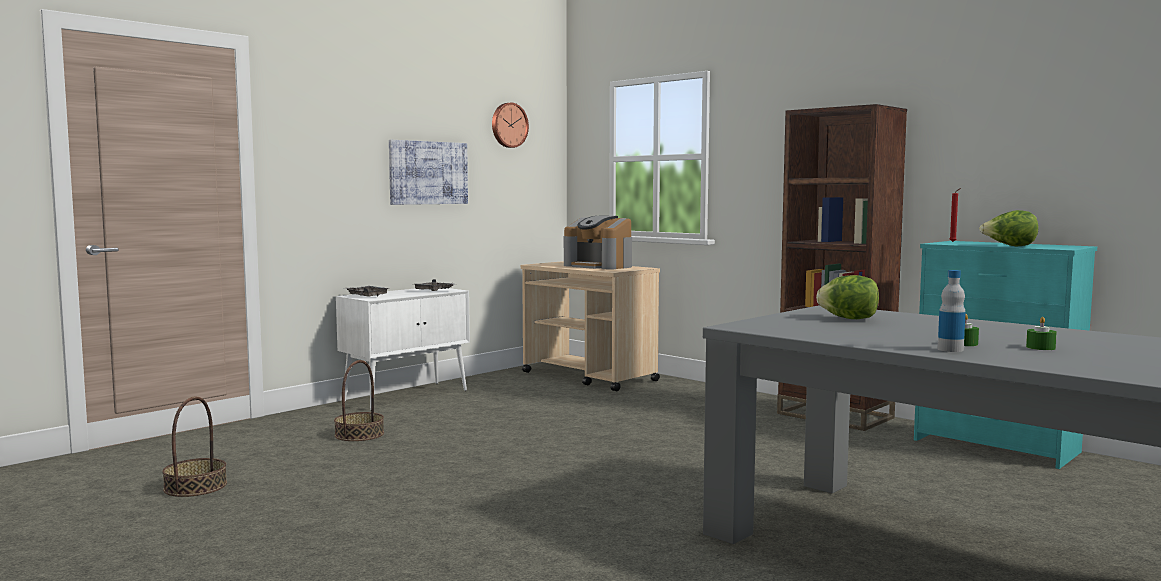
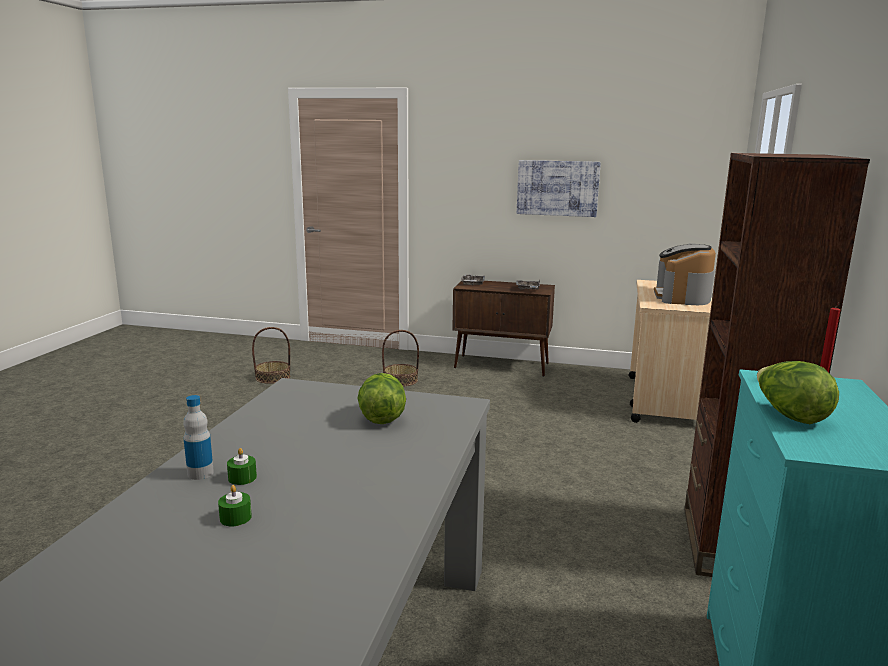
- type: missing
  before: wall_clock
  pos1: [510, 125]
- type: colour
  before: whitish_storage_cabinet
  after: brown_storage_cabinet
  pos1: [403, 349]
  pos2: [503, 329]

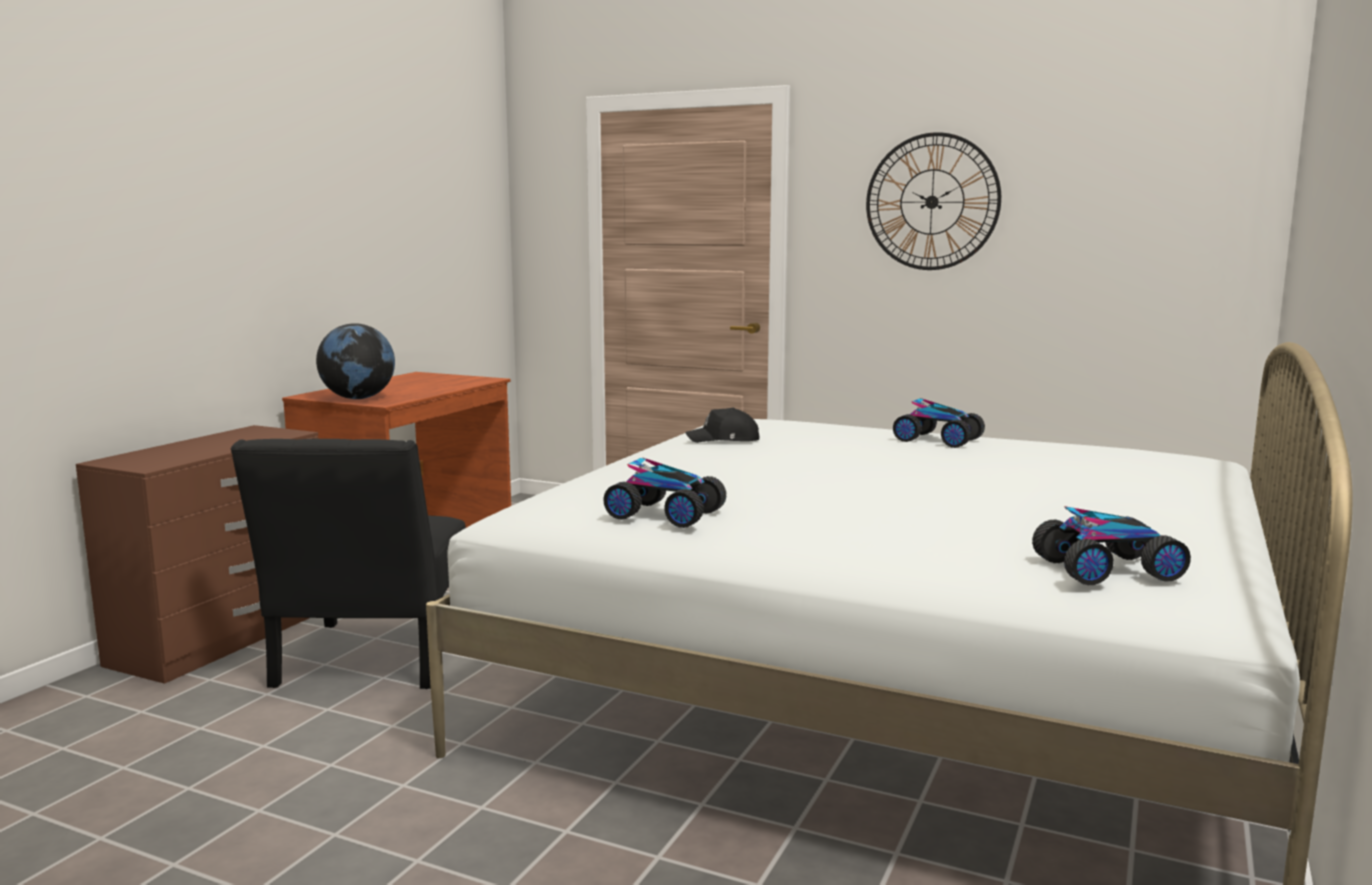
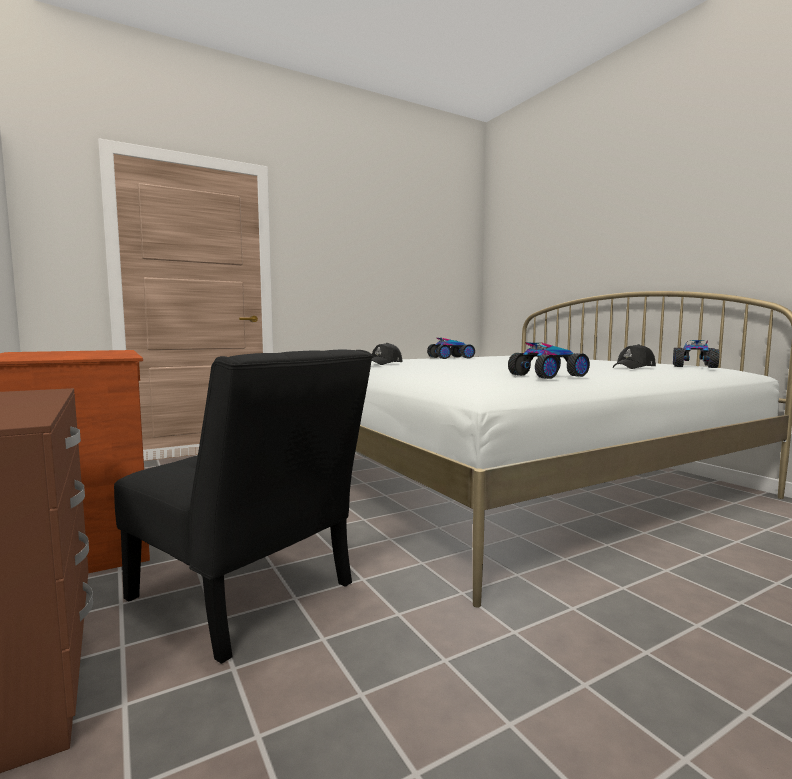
- type: missing
  before: world_globe
  pos1: [355, 361]
- type: missing
  before: wall_clock
  pos1: [933, 201]
- type: appeared
  after: blackish_baseball_cap
  pos2: [634, 356]

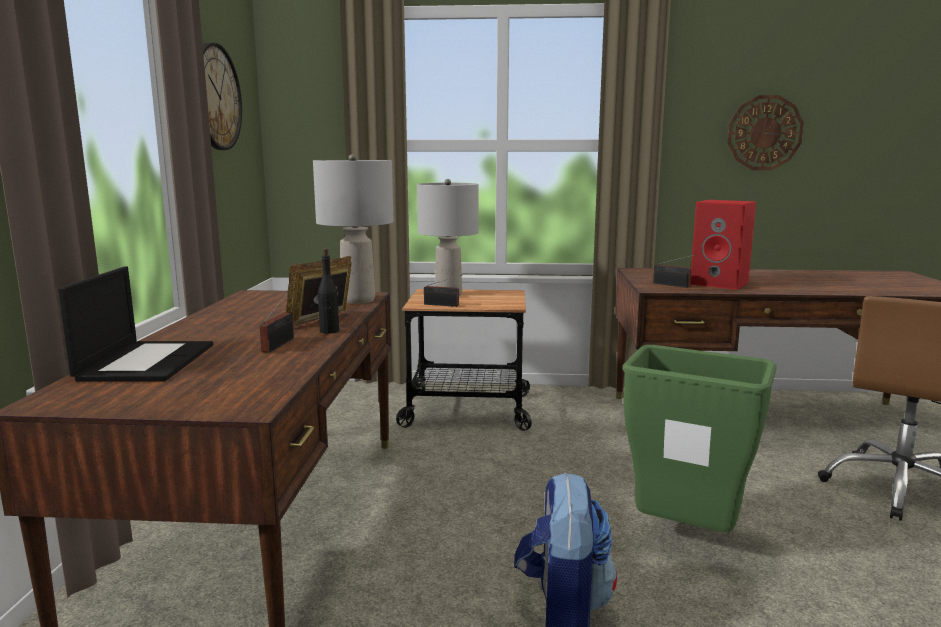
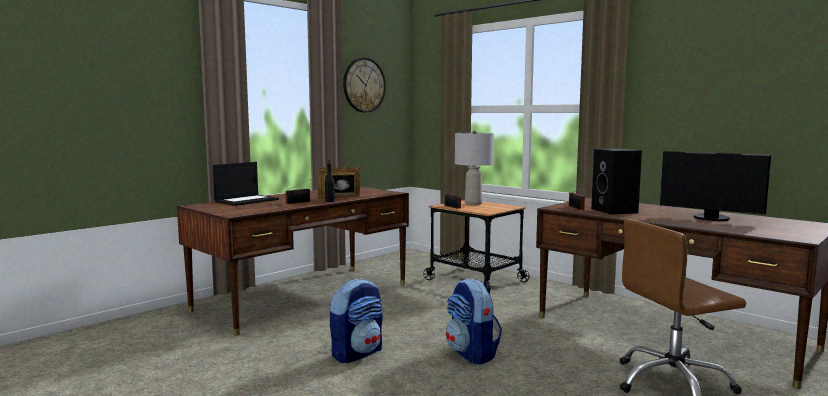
- type: missing
  before: grey_lamp_for_a_table
  pos1: [353, 229]
- type: missing
  before: wall_clock
  pos1: [765, 132]
- type: appeared
  after: computer_screen
  pos2: [715, 186]
- type: exchanged
  before: green-coloured_rubbish_bin
  after: backpack
  pos1: [699, 438]
  pos2: [474, 321]
- type: colour
  before: red_audio_speaker
  after: blackish_audio_speaker
  pos1: [723, 245]
  pos2: [616, 181]

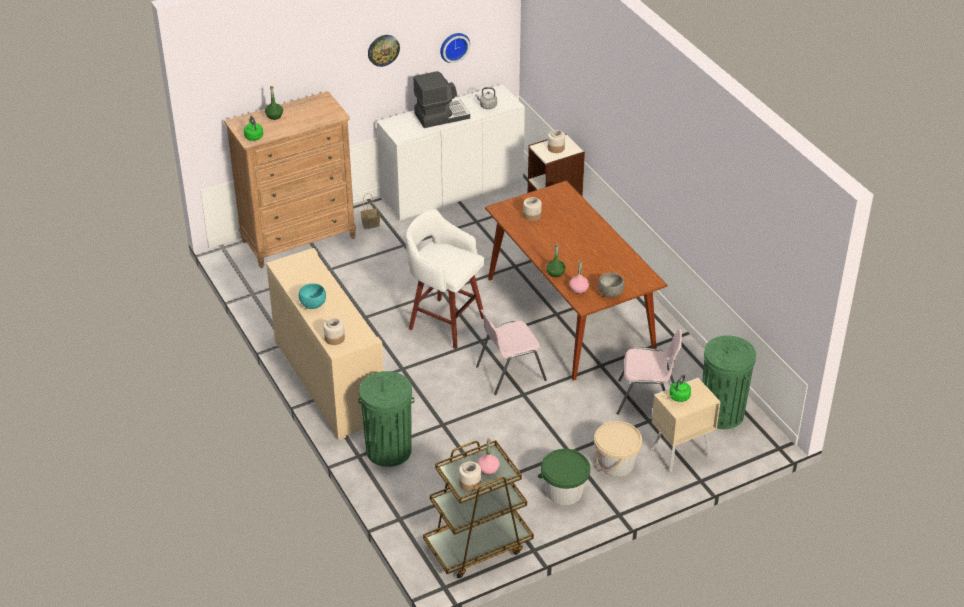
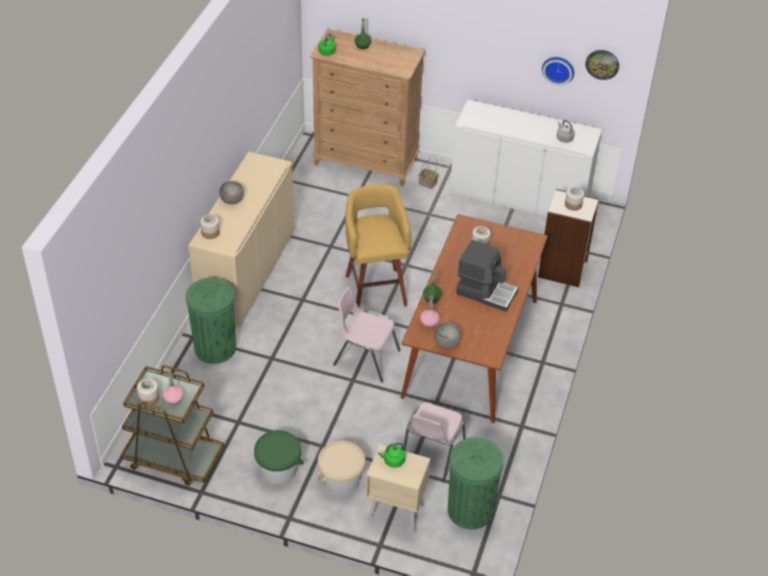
- type: relocated
  before: wall_clock
  pos1: [384, 51]
  pos2: [602, 65]
- type: relocated
  before: coffee_brewer
  pos1: [441, 99]
  pos2: [487, 276]
- type: colour
  before: blue-green_bowl
  after: grey_bowl
  pos1: [312, 296]
  pos2: [231, 192]
- type: colour
  before: whitish_stool
  after: yellow-coloured_stool
  pos1: [445, 279]
  pos2: [378, 245]
- type: spun
  before: pinkish_upright_chair
  pos1: [649, 372]
  pos2: [434, 442]
  turn: 60

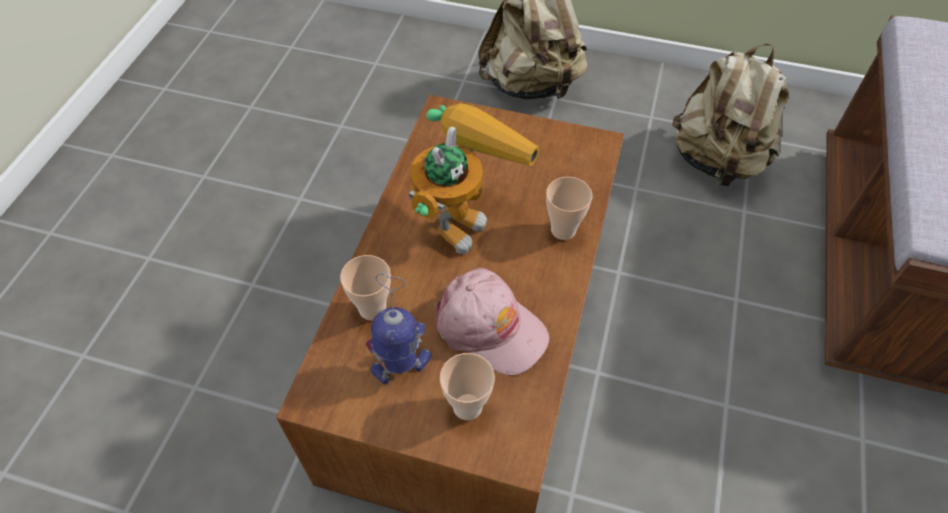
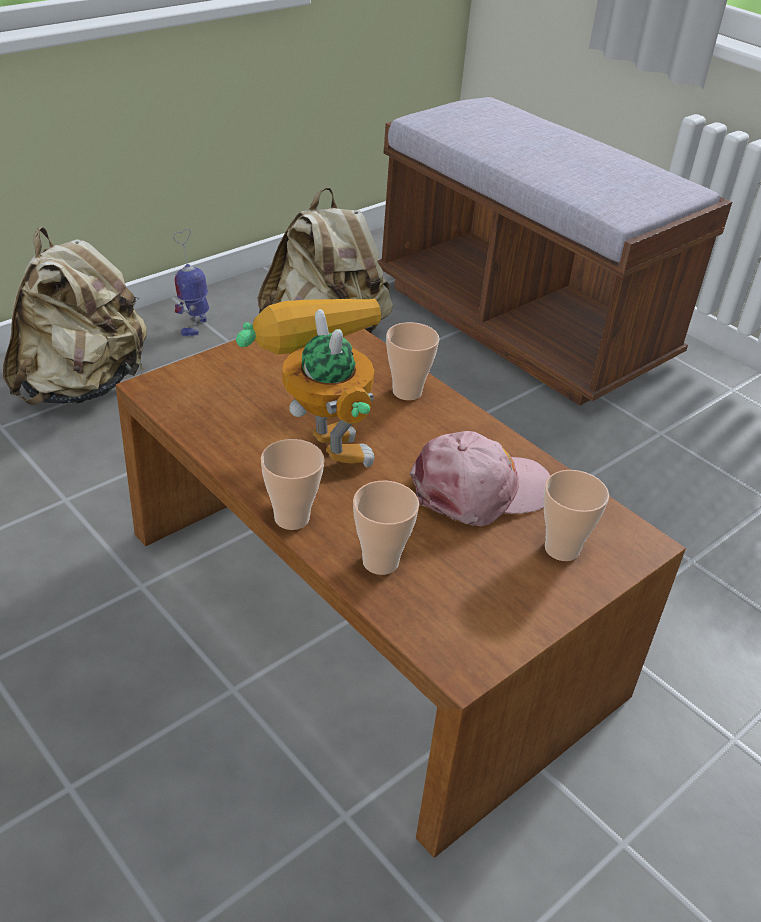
- type: appeared
  after: cup
  pos2: [293, 484]
- type: relocated
  before: model_robot
  pos1: [399, 329]
  pos2: [191, 282]

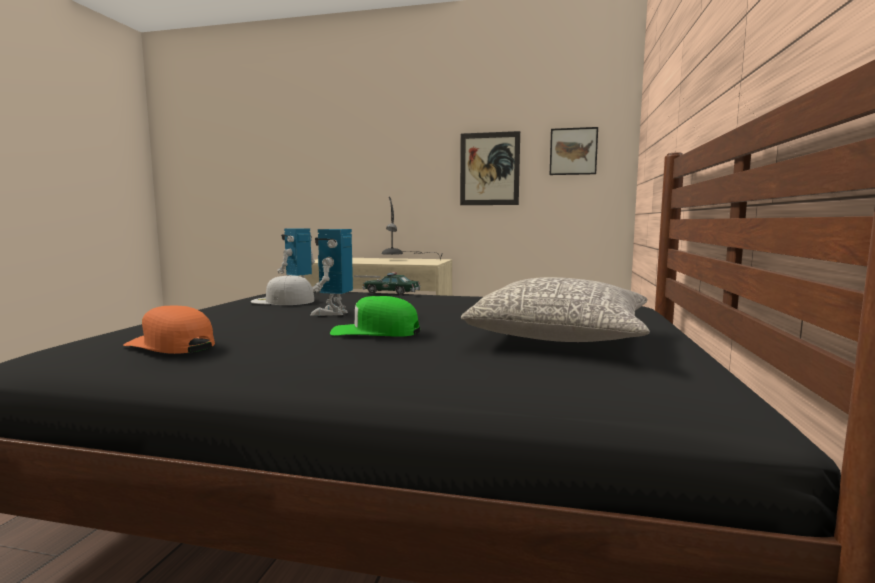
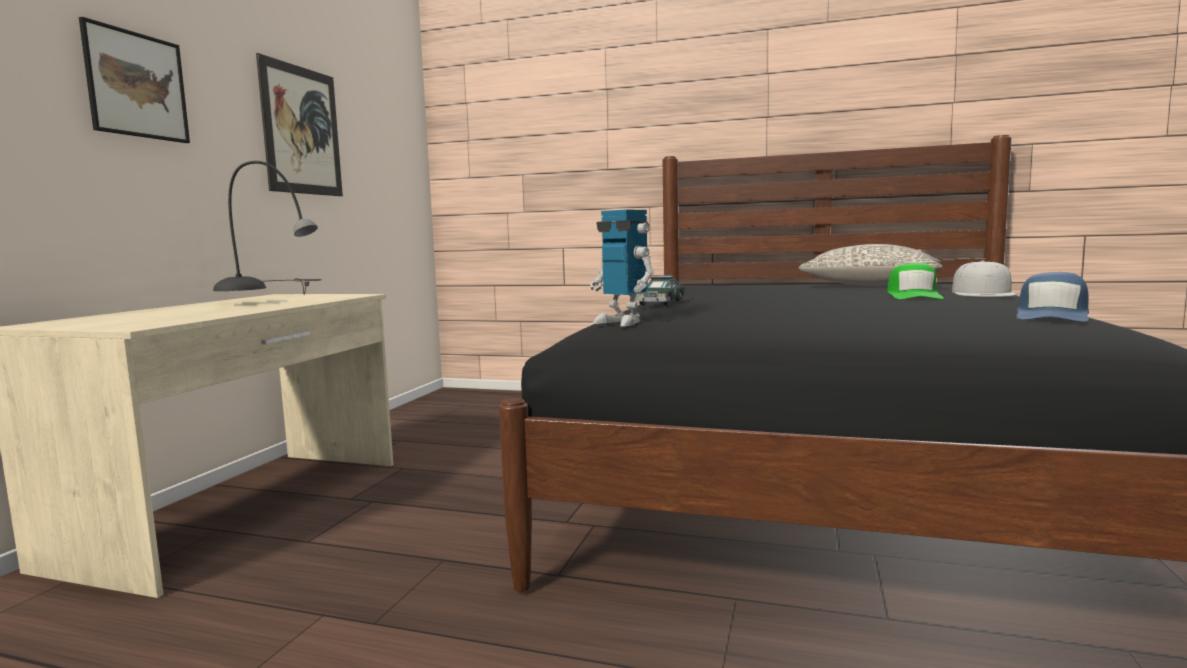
- type: missing
  before: model_robot
  pos1: [331, 272]
- type: relocated
  before: whitish_baseball_cap
  pos1: [282, 290]
  pos2: [984, 279]
- type: relocated
  before: picture
  pos1: [574, 151]
  pos2: [134, 80]
- type: colour
  before: orangey_baseball_cap
  after: bluish_baseball_cap
  pos1: [169, 329]
  pos2: [1053, 297]

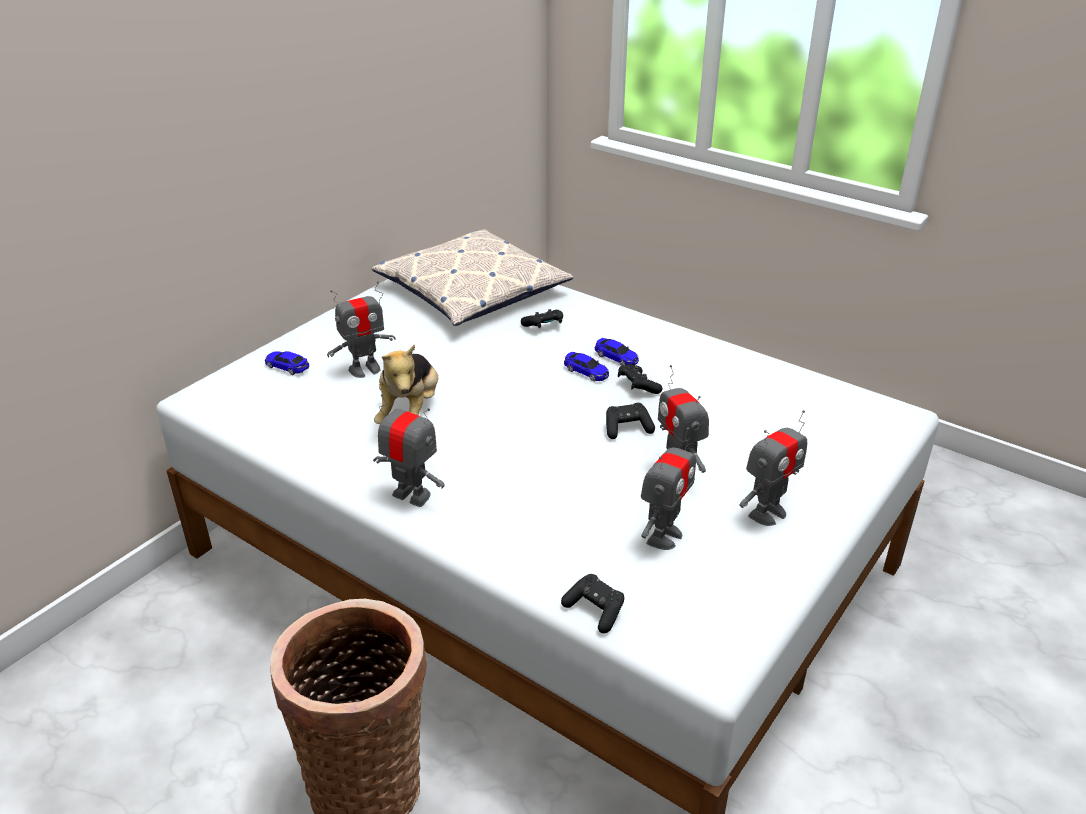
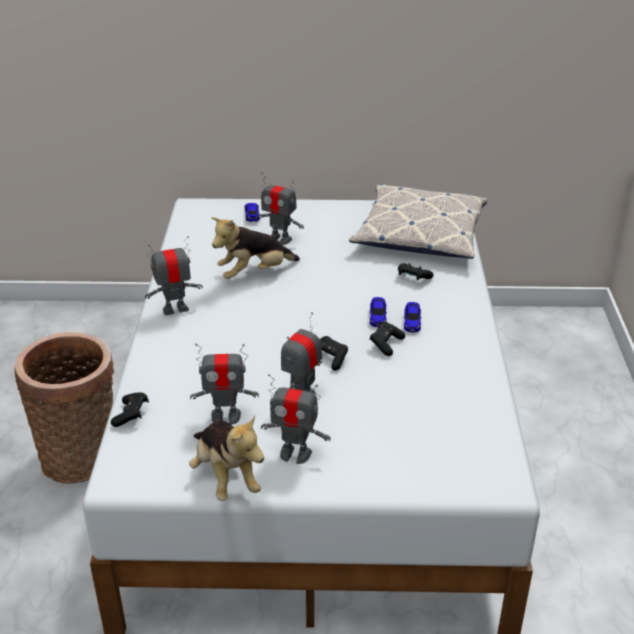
- type: appeared
  after: soft_toy
  pos2: [226, 458]
- type: spun
  before: model_robot
  pos1: [409, 450]
  pos2: [174, 275]
  turn: -105

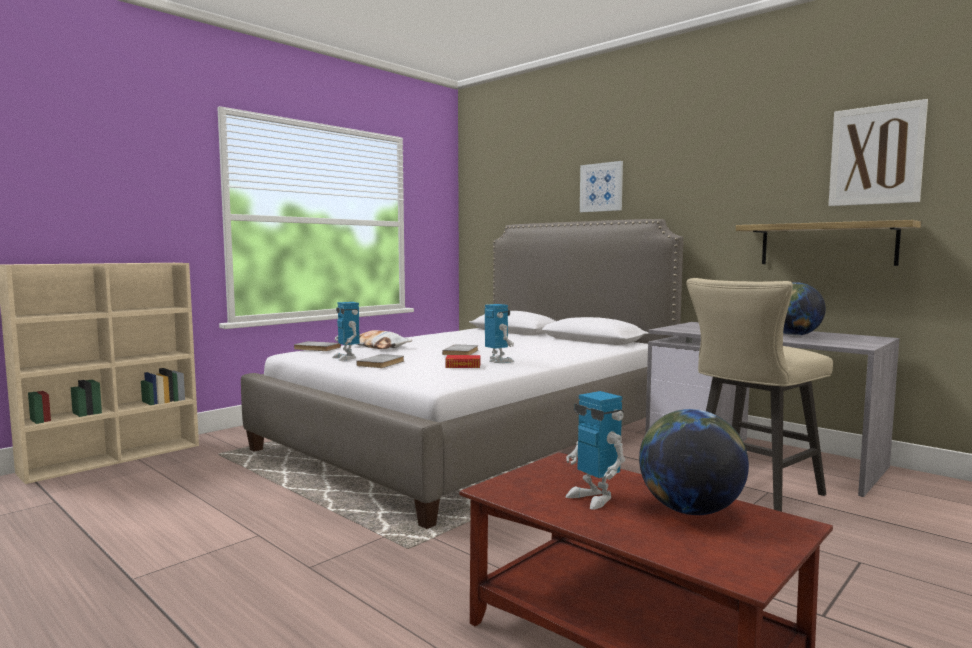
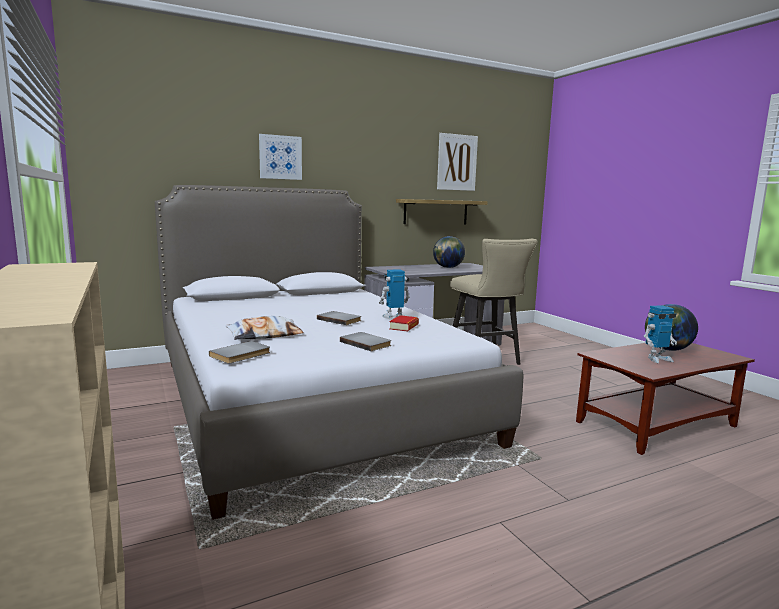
- type: missing
  before: model_robot
  pos1: [346, 331]

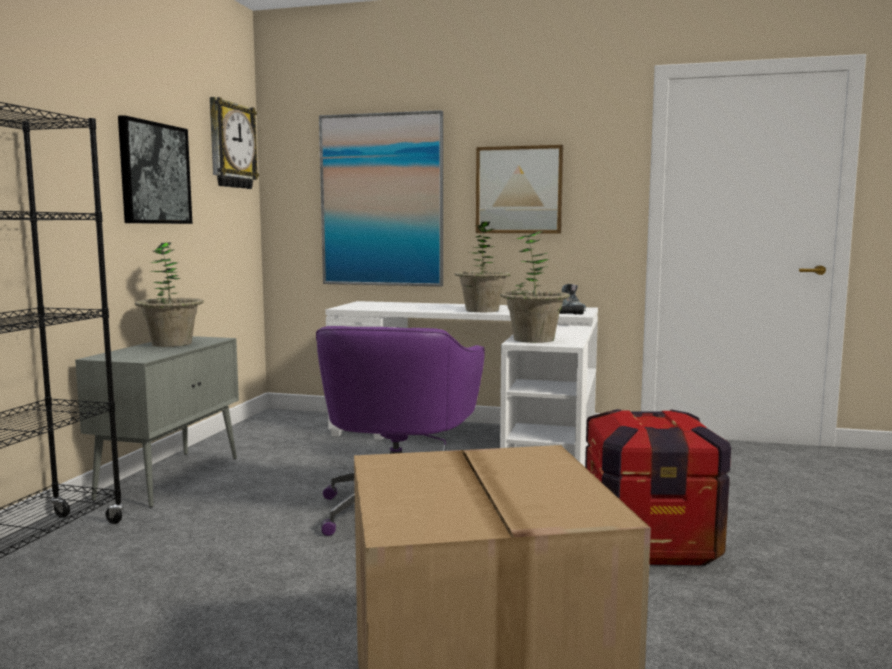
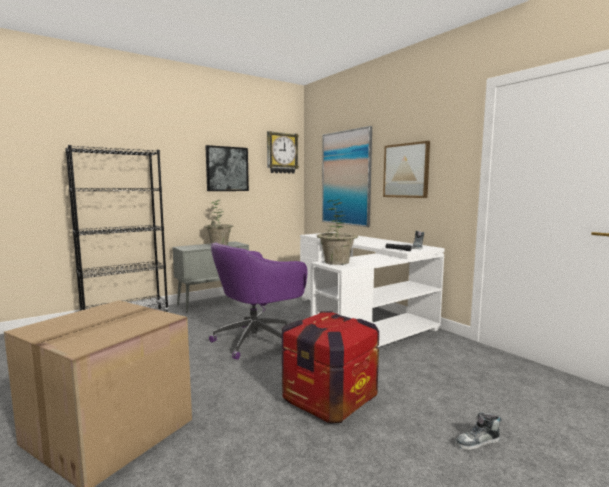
- type: missing
  before: plant_in_a_pot
  pos1: [482, 267]
- type: appeared
  after: low_shoe
  pos2: [478, 431]

